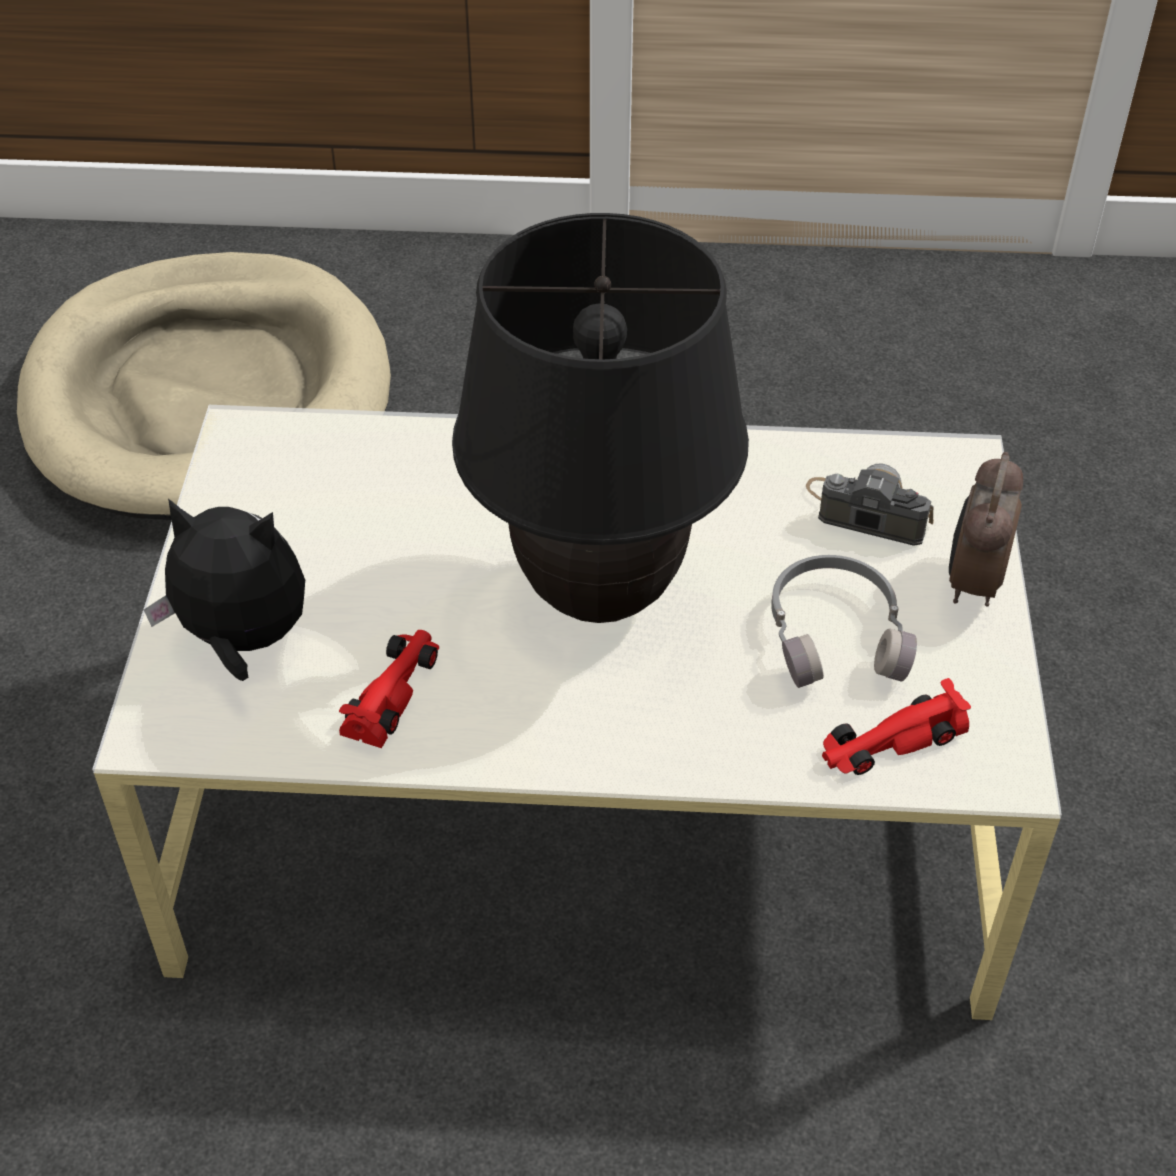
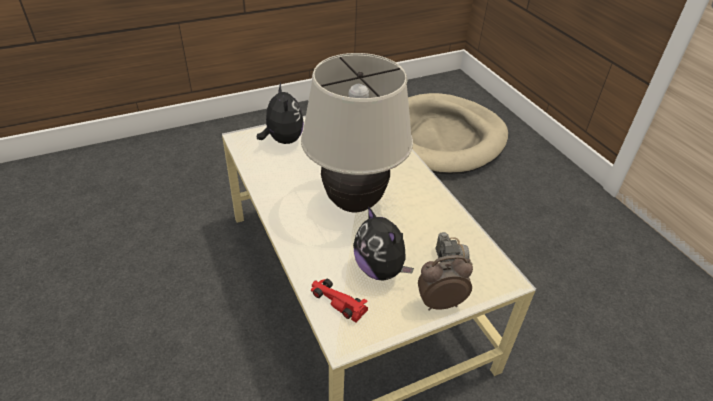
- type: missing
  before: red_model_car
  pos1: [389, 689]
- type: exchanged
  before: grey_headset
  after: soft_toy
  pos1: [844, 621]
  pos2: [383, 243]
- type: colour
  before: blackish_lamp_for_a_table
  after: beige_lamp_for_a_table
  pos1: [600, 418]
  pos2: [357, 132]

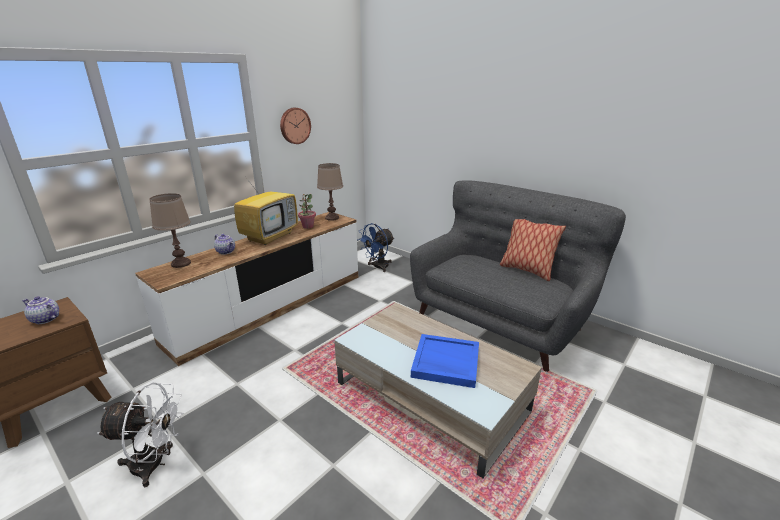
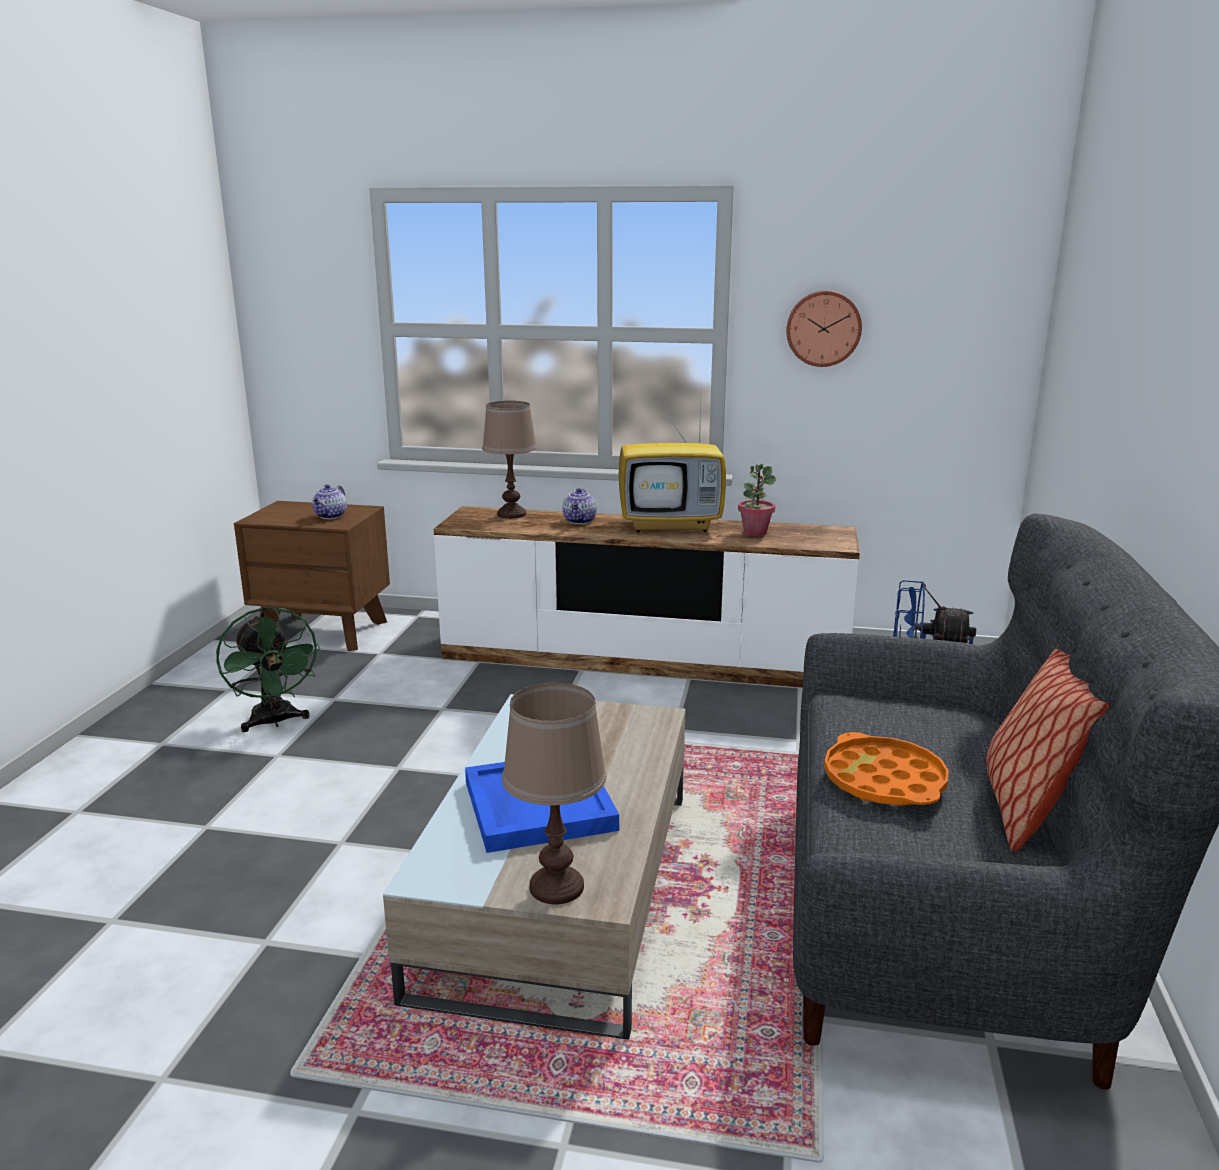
- type: appeared
  after: orangey_carrying_tray
  pos2: [886, 768]
- type: relocated
  before: brown_lamp_for_a_table
  pos1: [330, 192]
  pos2: [554, 793]
- type: colour
  before: whitish_fan
  after: green-coloured_fan
  pos1: [140, 435]
  pos2: [268, 669]
- type: spun
  before: teapot
  pos1: [40, 310]
  pos2: [329, 501]
  turn: -150

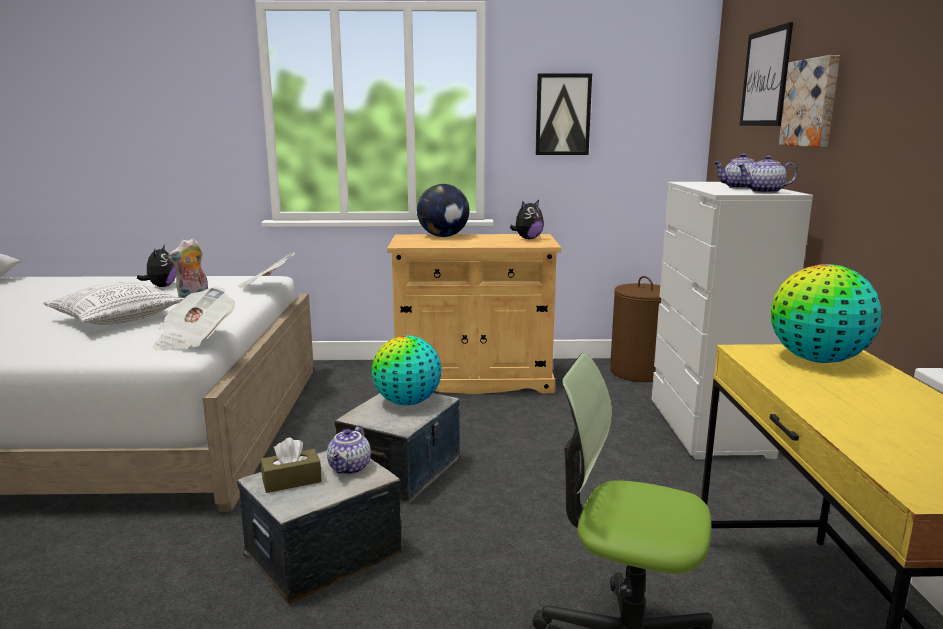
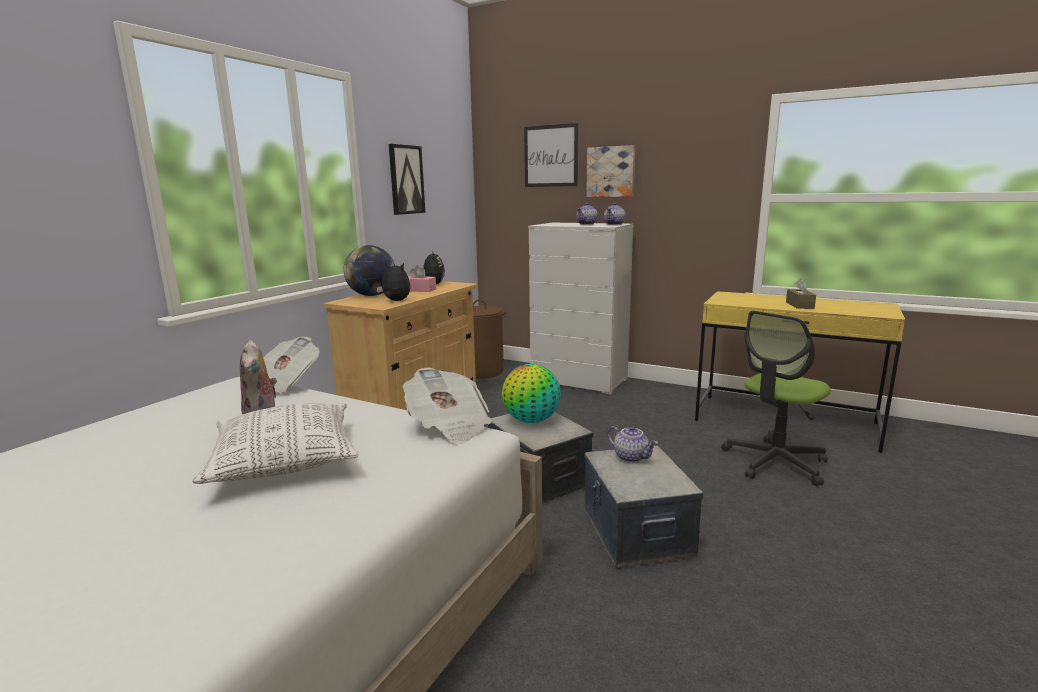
- type: missing
  before: world_globe
  pos1: [826, 313]
- type: appeared
  after: pinkish_box_of_tissues
  pos2: [422, 278]
- type: relocated
  before: soft_toy
  pos1: [156, 265]
  pos2: [393, 281]
- type: relocated
  before: brown_box_of_tissues
  pos1: [291, 465]
  pos2: [801, 294]

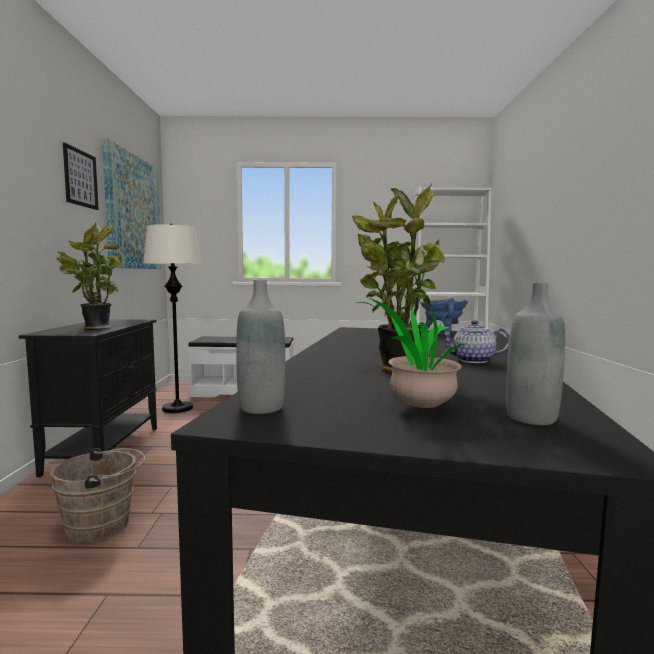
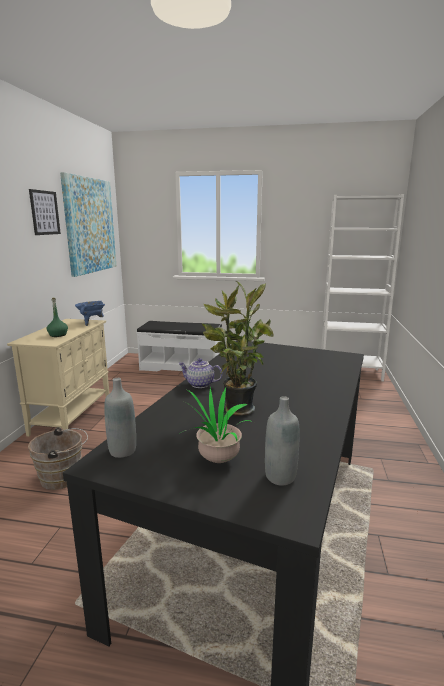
- type: missing
  before: whitish_floor_lamp
  pos1: [172, 318]
- type: relocated
  before: bluish_saucepot
  pos1: [444, 316]
  pos2: [90, 313]
- type: relocated
  before: teapot
  pos1: [475, 341]
  pos2: [200, 373]
- type: exchanged
  before: plant_in_a_pot
  after: green-coloured_beverage_bottle
  pos1: [89, 276]
  pos2: [57, 317]
- type: colour
  before: blackish_storage_cabinet
  after: beige_storage_cabinet
  pos1: [88, 398]
  pos2: [58, 377]

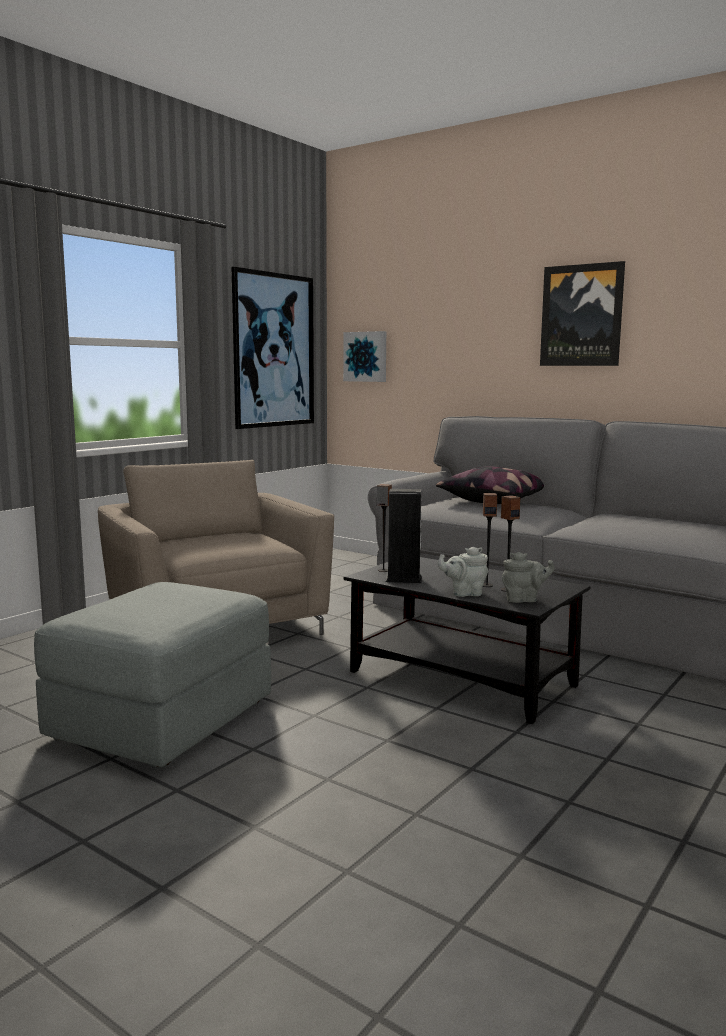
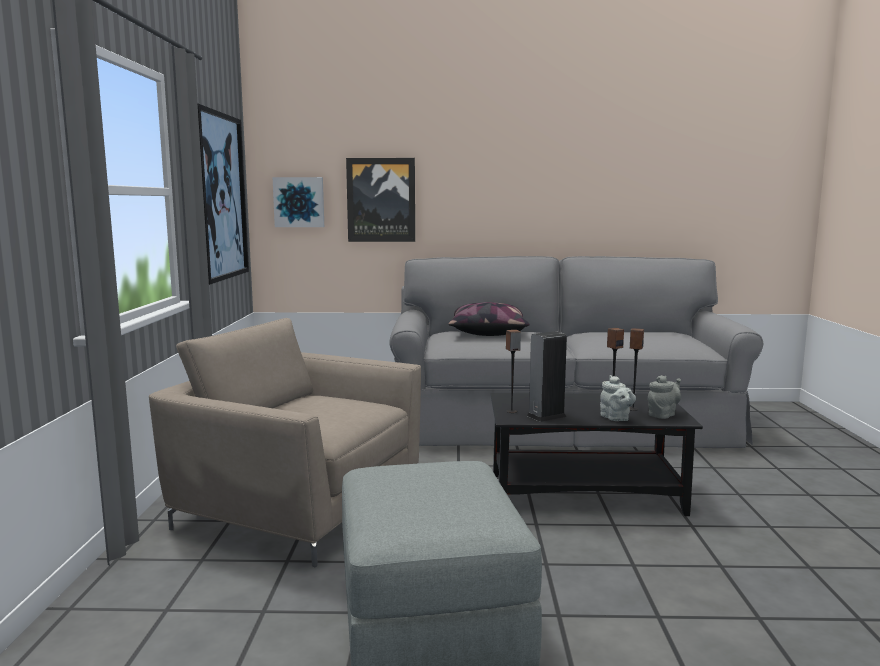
- type: relocated
  before: picture
  pos1: [582, 313]
  pos2: [380, 200]
- type: spun
  before: grey_teapot
  pos1: [463, 572]
  pos2: [618, 398]
  turn: -75

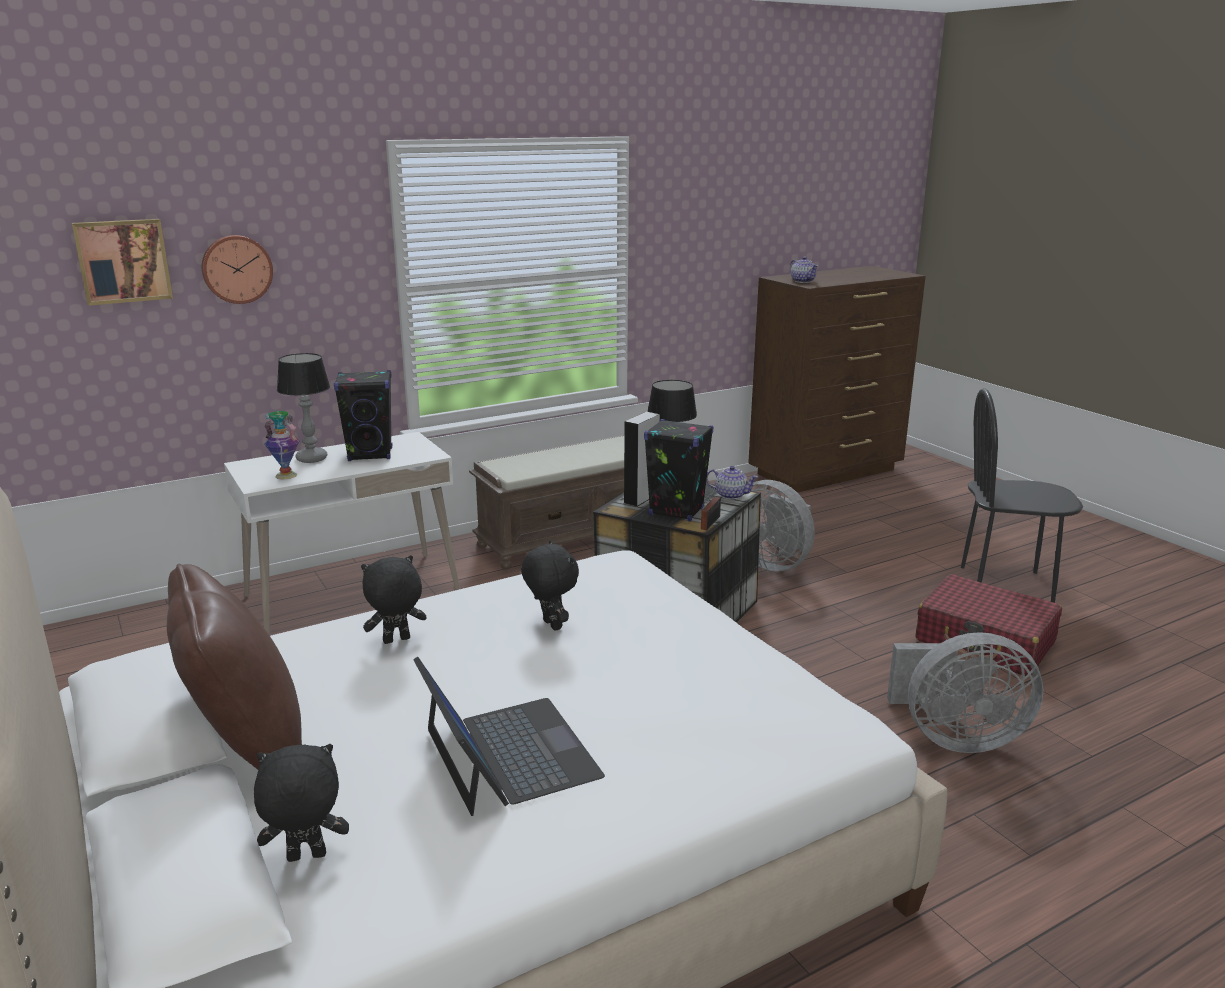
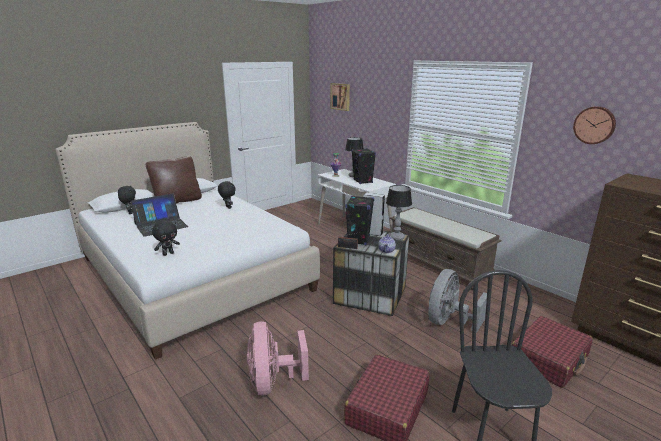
- type: missing
  before: teapot
  pos1: [804, 270]
- type: appeared
  after: red_piece_of_luggage
  pos2: [552, 352]
- type: relocated
  before: wall_clock
  pos1: [237, 269]
  pos2: [594, 125]
- type: relocated
  before: blackish_soft_toy
  pos1: [550, 585]
  pos2: [166, 238]
- type: colour
  before: grey_fan
  after: pinkish_fan
  pos1: [965, 692]
  pos2: [278, 358]

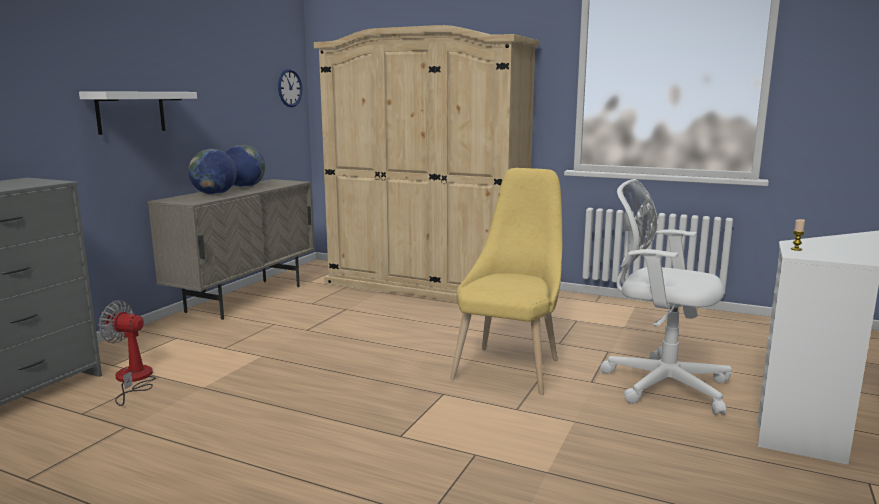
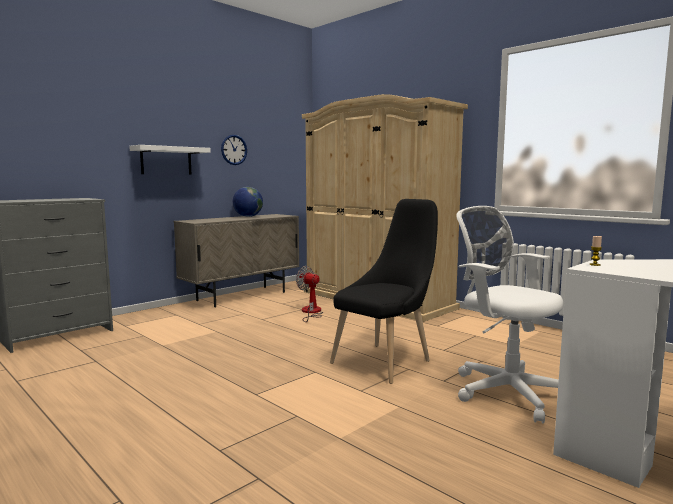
- type: missing
  before: world_globe
  pos1: [212, 172]
- type: relocated
  before: fan
  pos1: [127, 353]
  pos2: [309, 294]
- type: relocated
  before: wall_clock
  pos1: [290, 88]
  pos2: [234, 150]
- type: colour
  before: yellow-coloured_upright_chair
  after: blackish_upright_chair
  pos1: [506, 281]
  pos2: [384, 291]

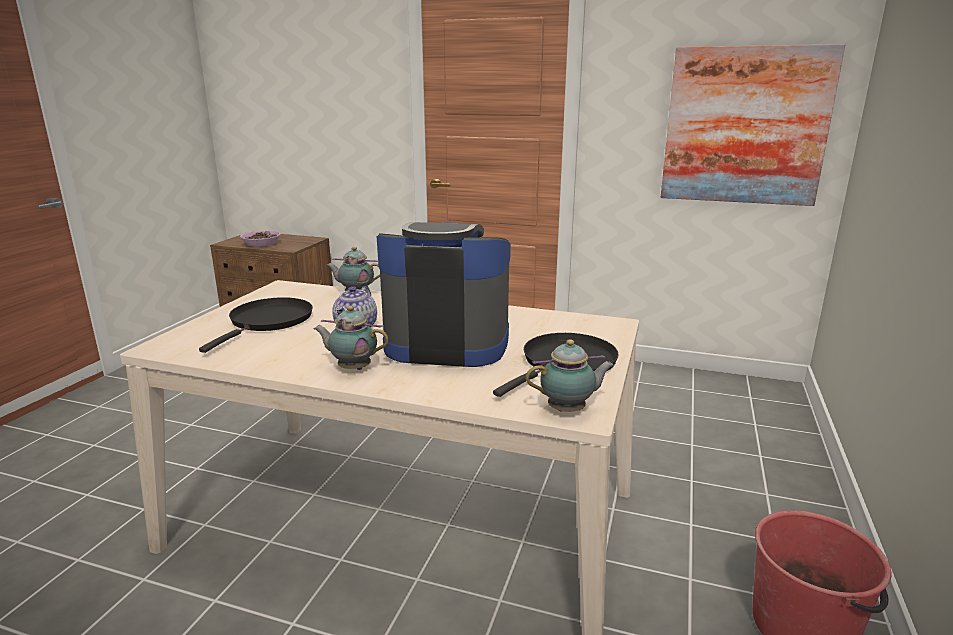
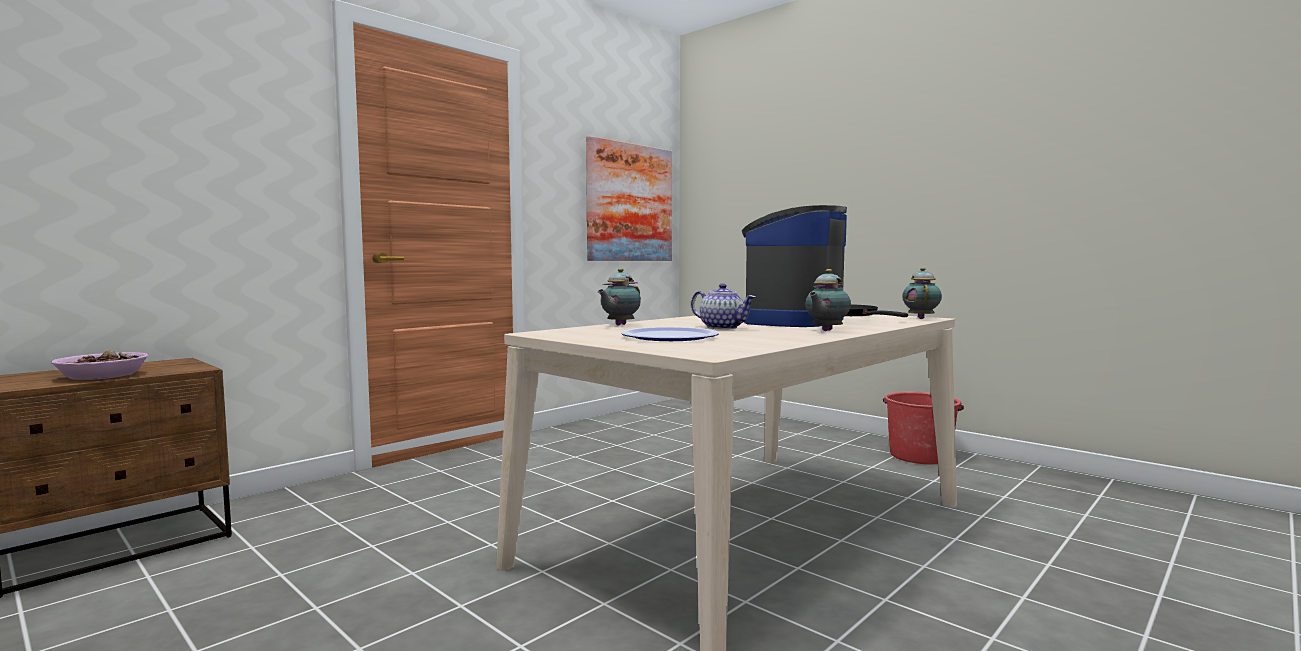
- type: exchanged
  before: blackish_frying_pan
  after: dinner_plate
  pos1: [256, 325]
  pos2: [670, 334]

